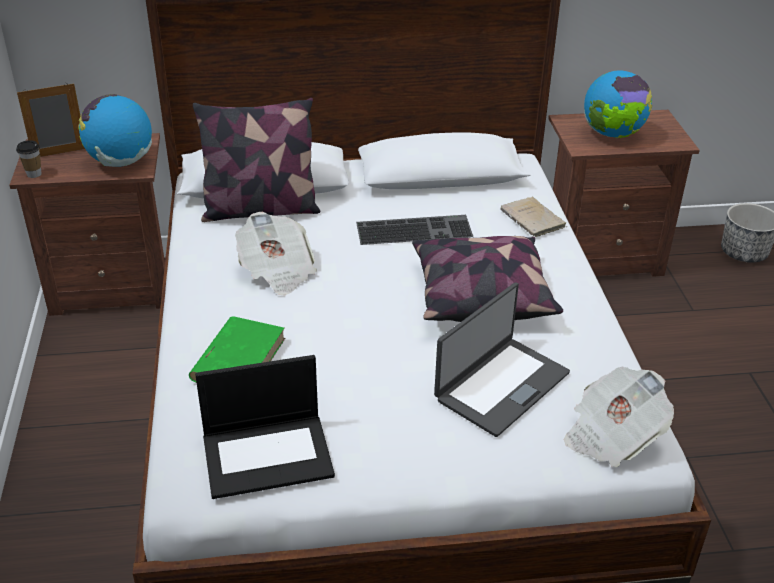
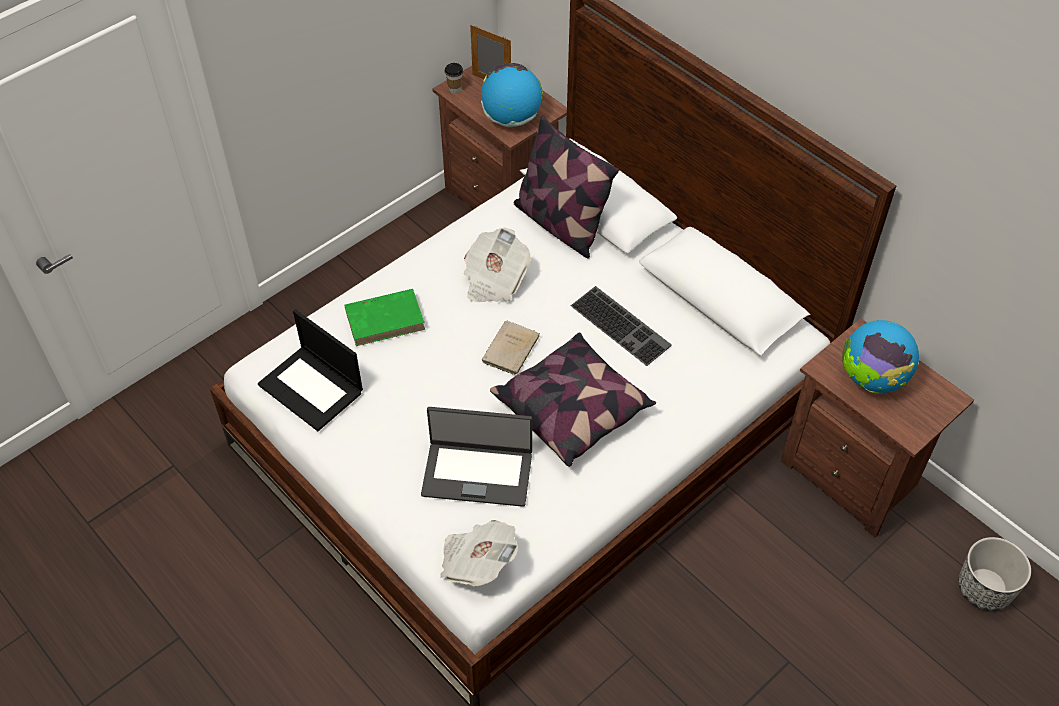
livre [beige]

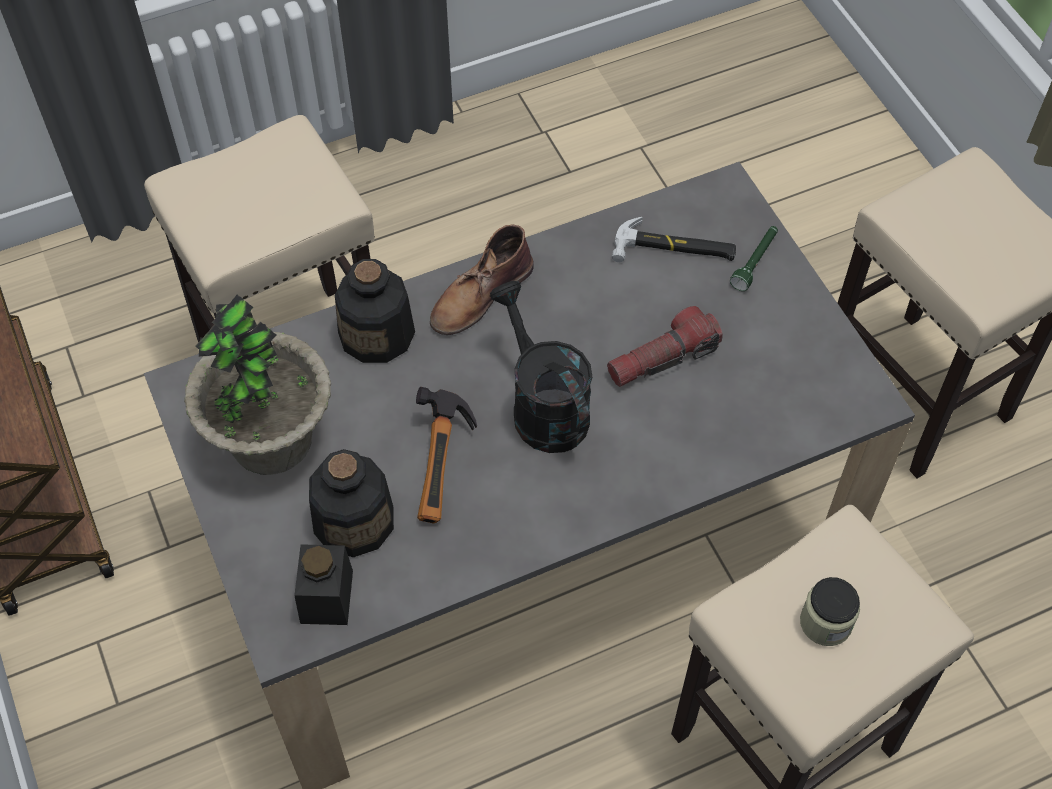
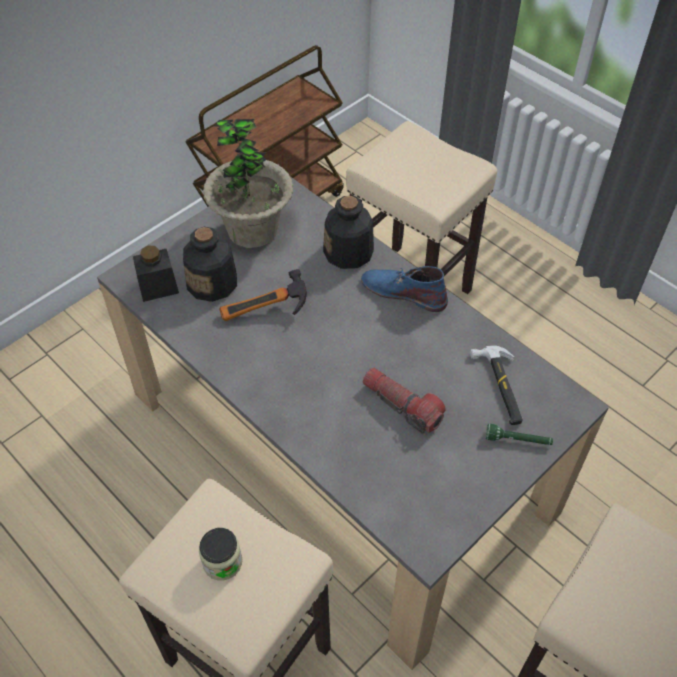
botte [bleu]; arrosoir [noir]

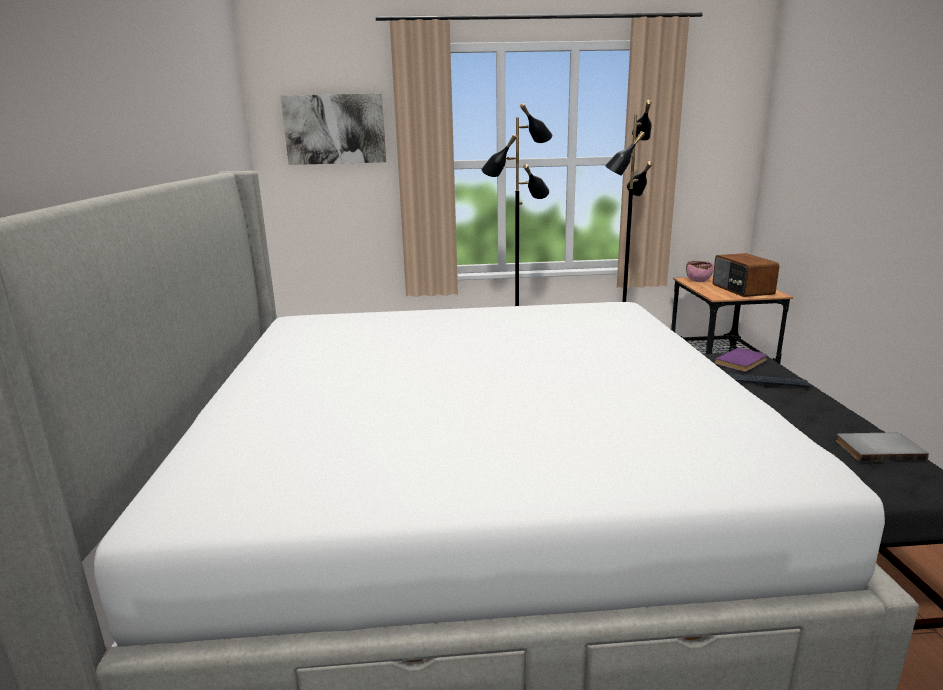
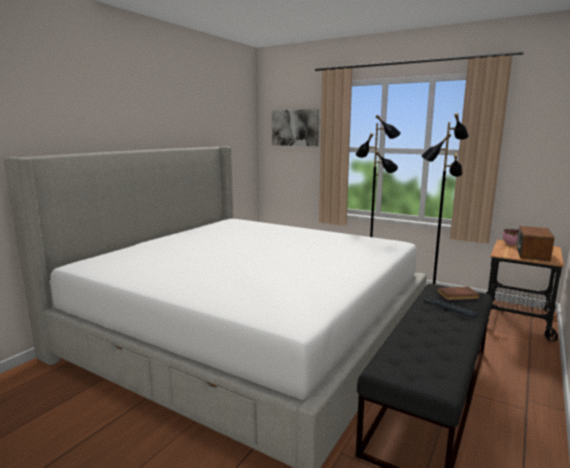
livre [marron]; livre [gris]

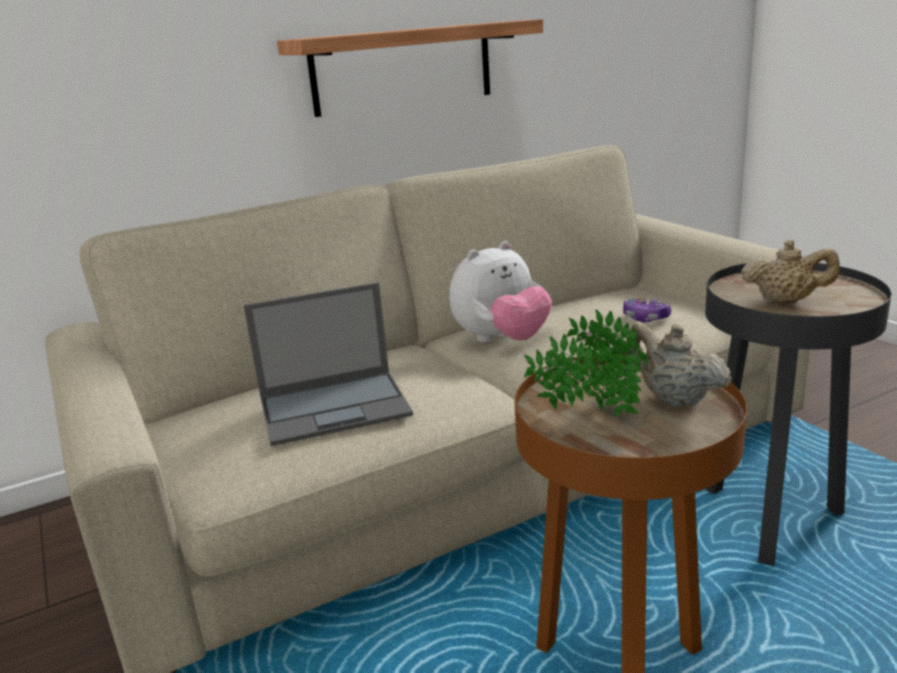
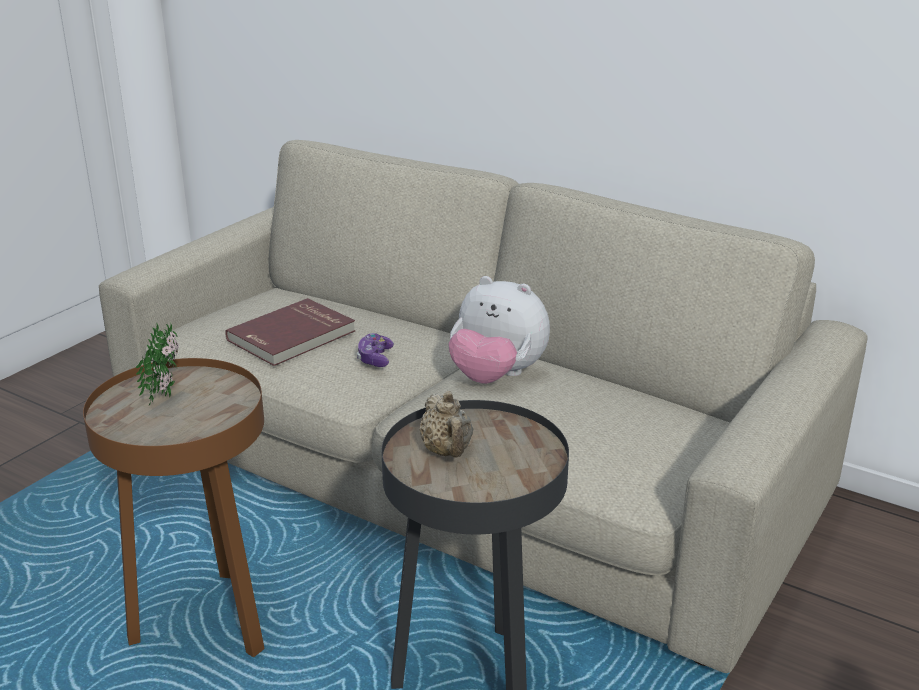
livre [rouge]; manette; étagère; théière [beige] (no. 1 from left in the first image)

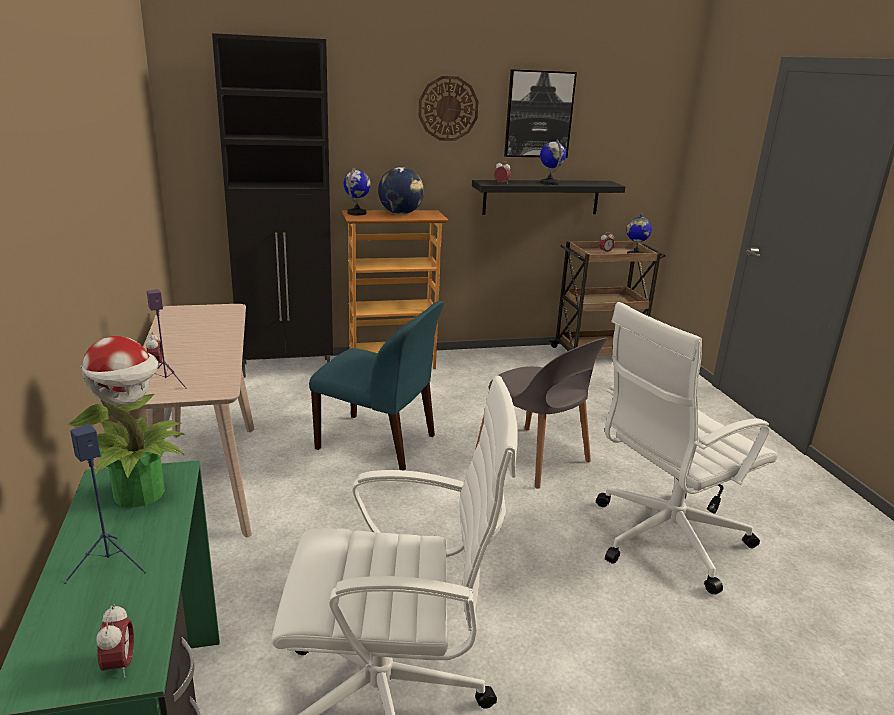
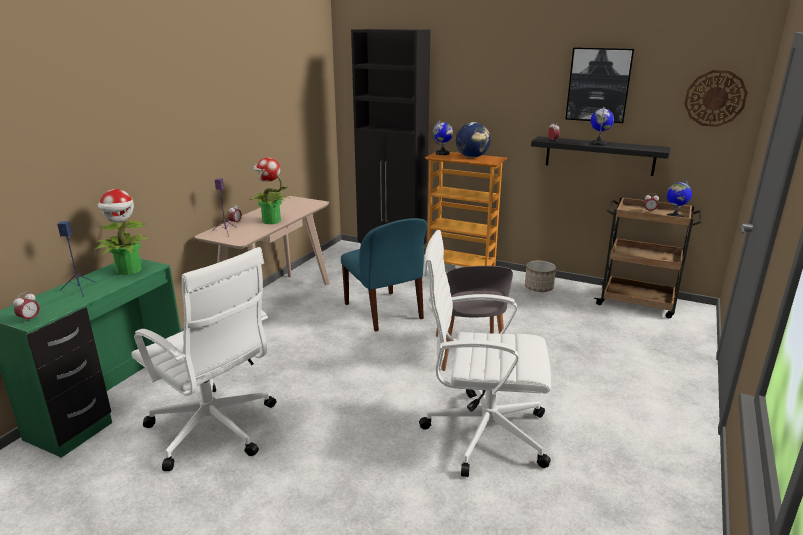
plante en pot (no. 2 from left); cache-pot; horloge murale

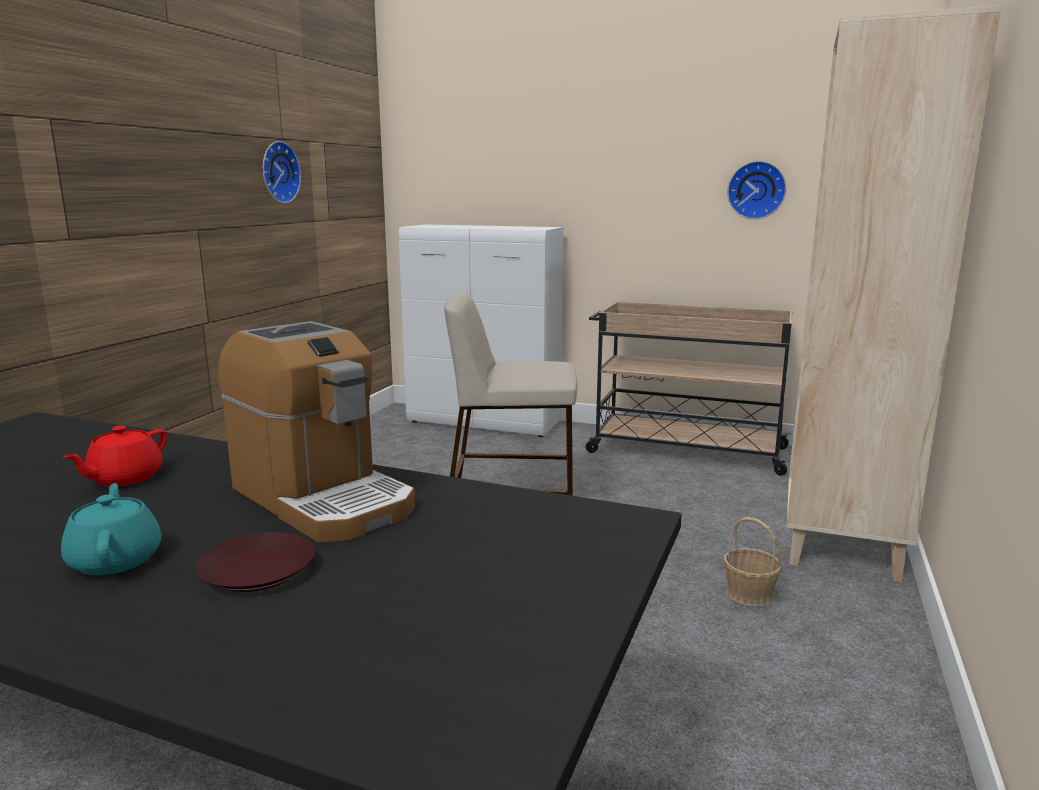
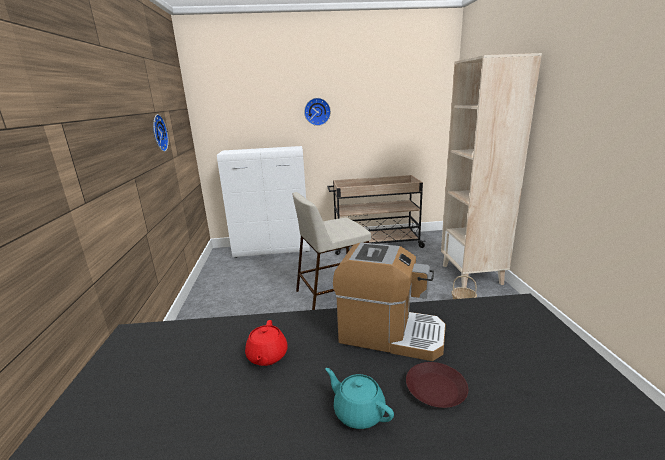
horloge murale (no. 2 from left)

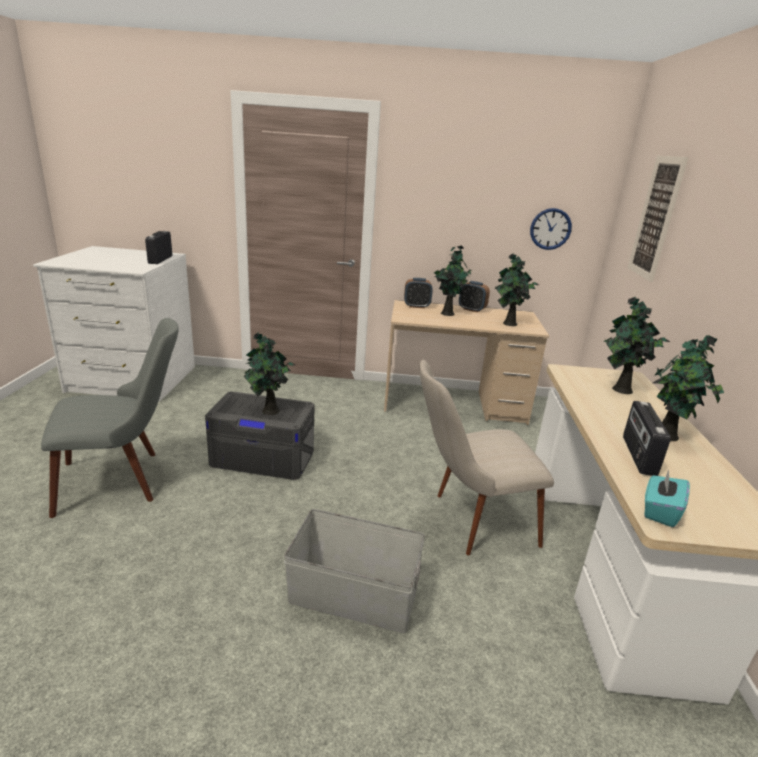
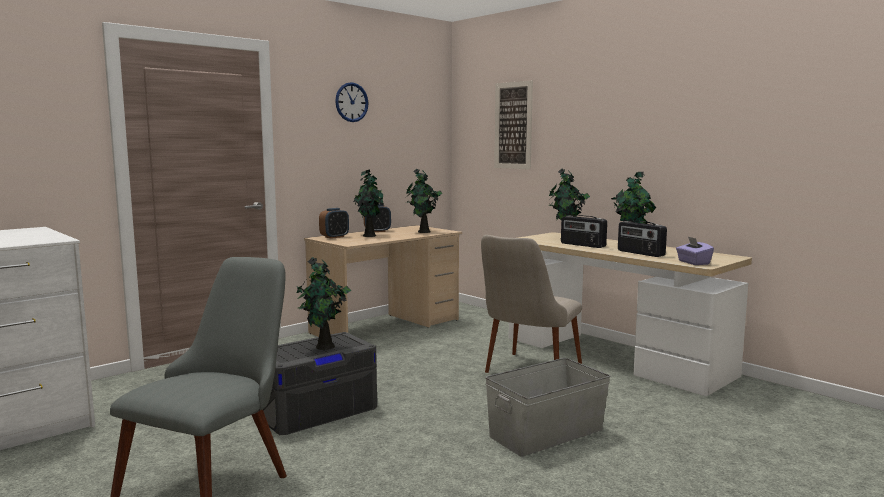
horloge murale; radio (no. 1 from left); boîte à mouchoirs [violet]

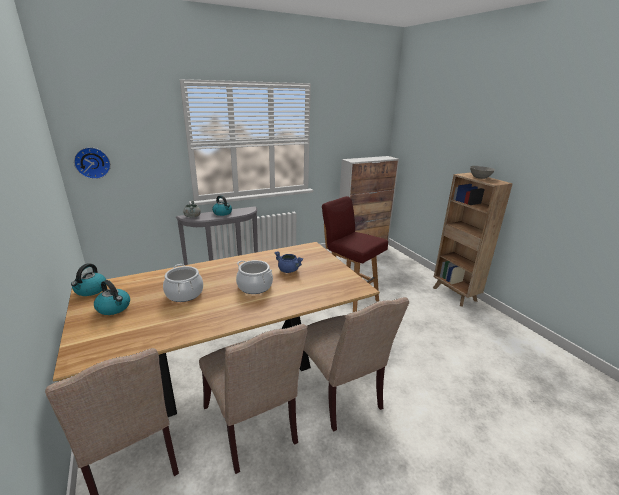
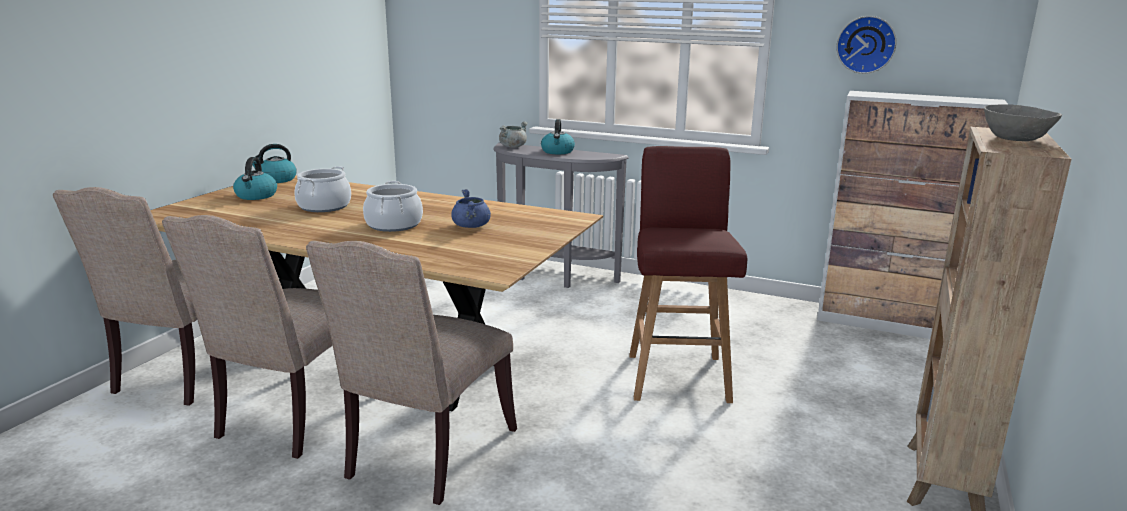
horloge murale

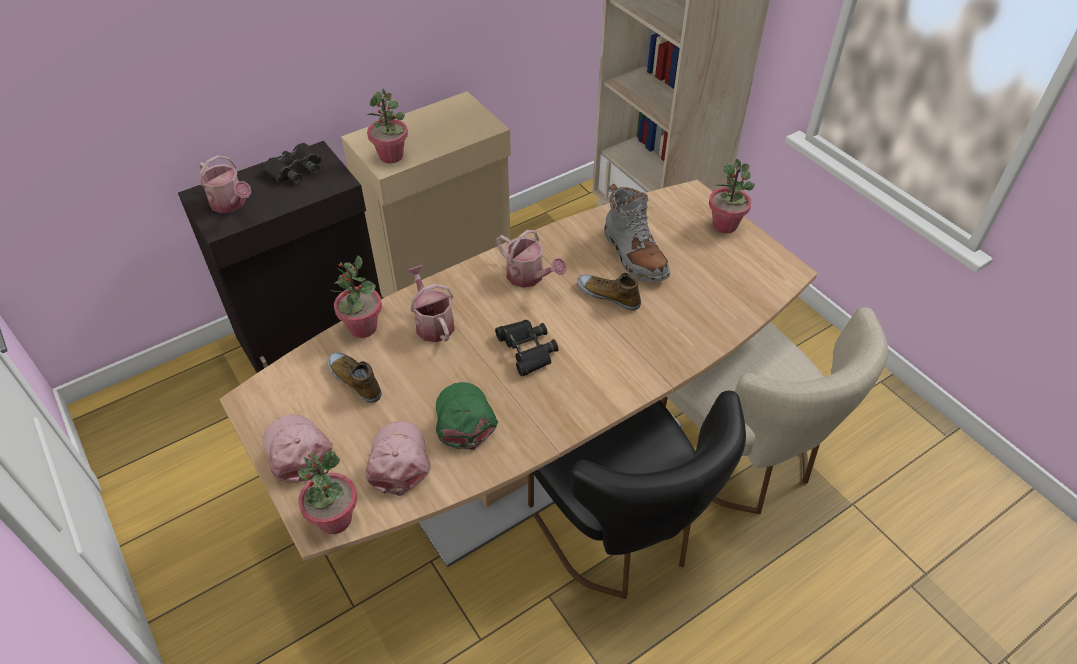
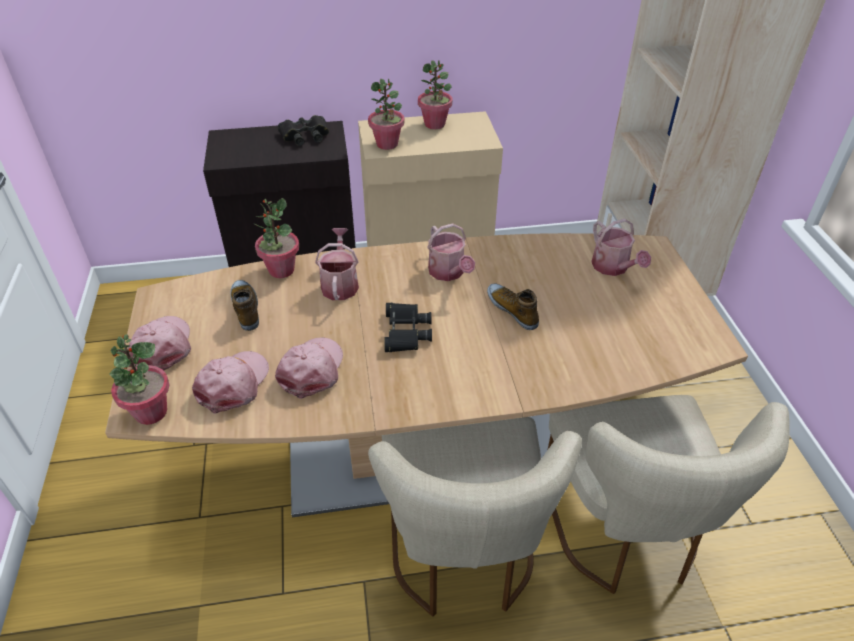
casquette [rose] (no. 3 from left); chaise [beige] (no. 1 from left); plante en pot (no. 4 from left); arrosoir (no. 3 from left); botte [gris]

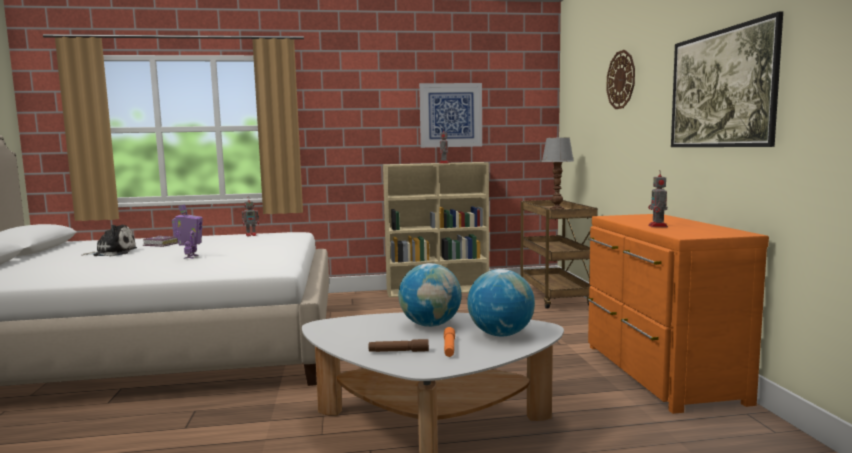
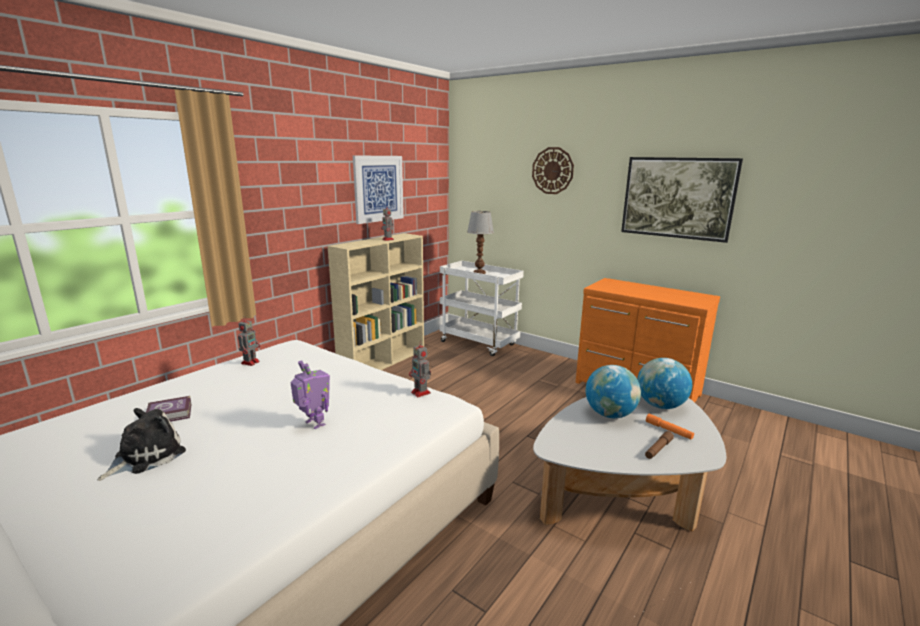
robot jouet (no. 4 from left); chariot [blanc]

